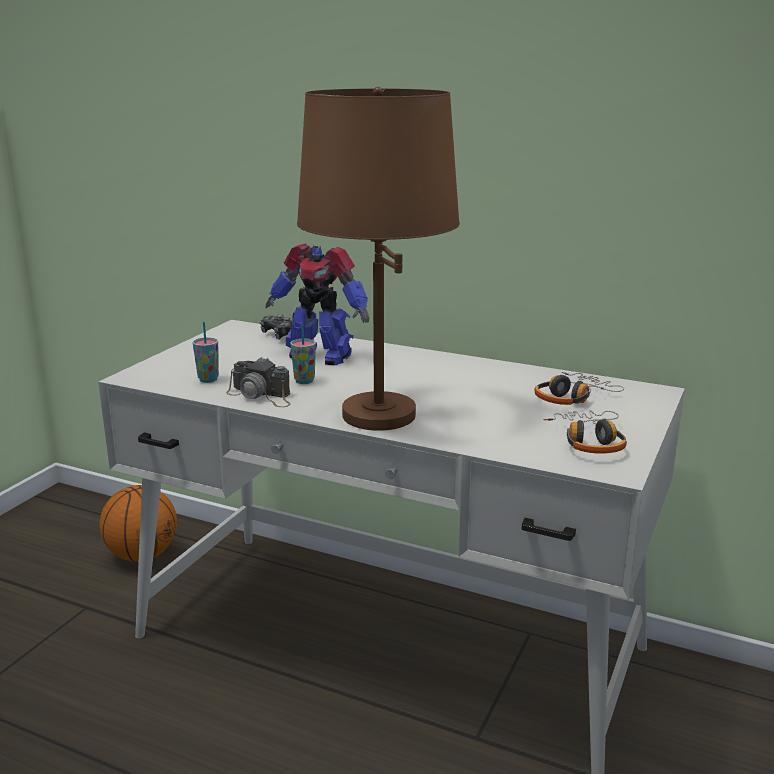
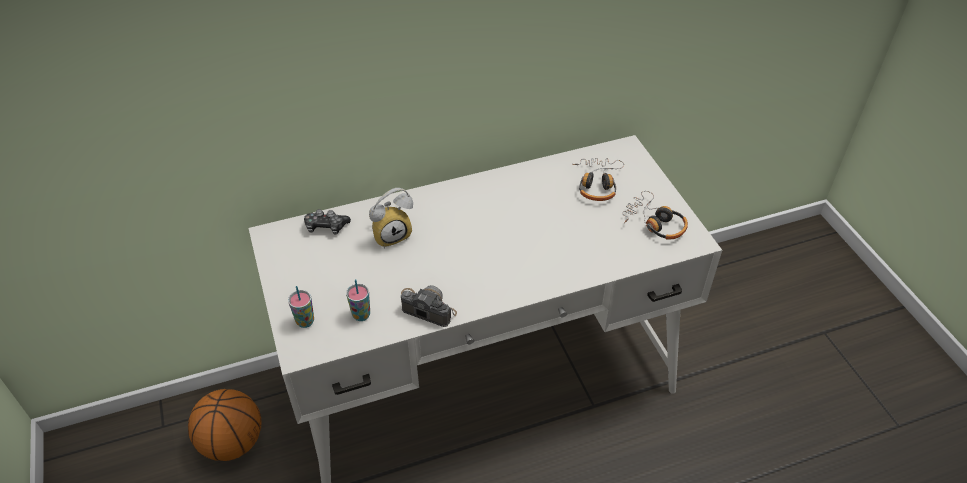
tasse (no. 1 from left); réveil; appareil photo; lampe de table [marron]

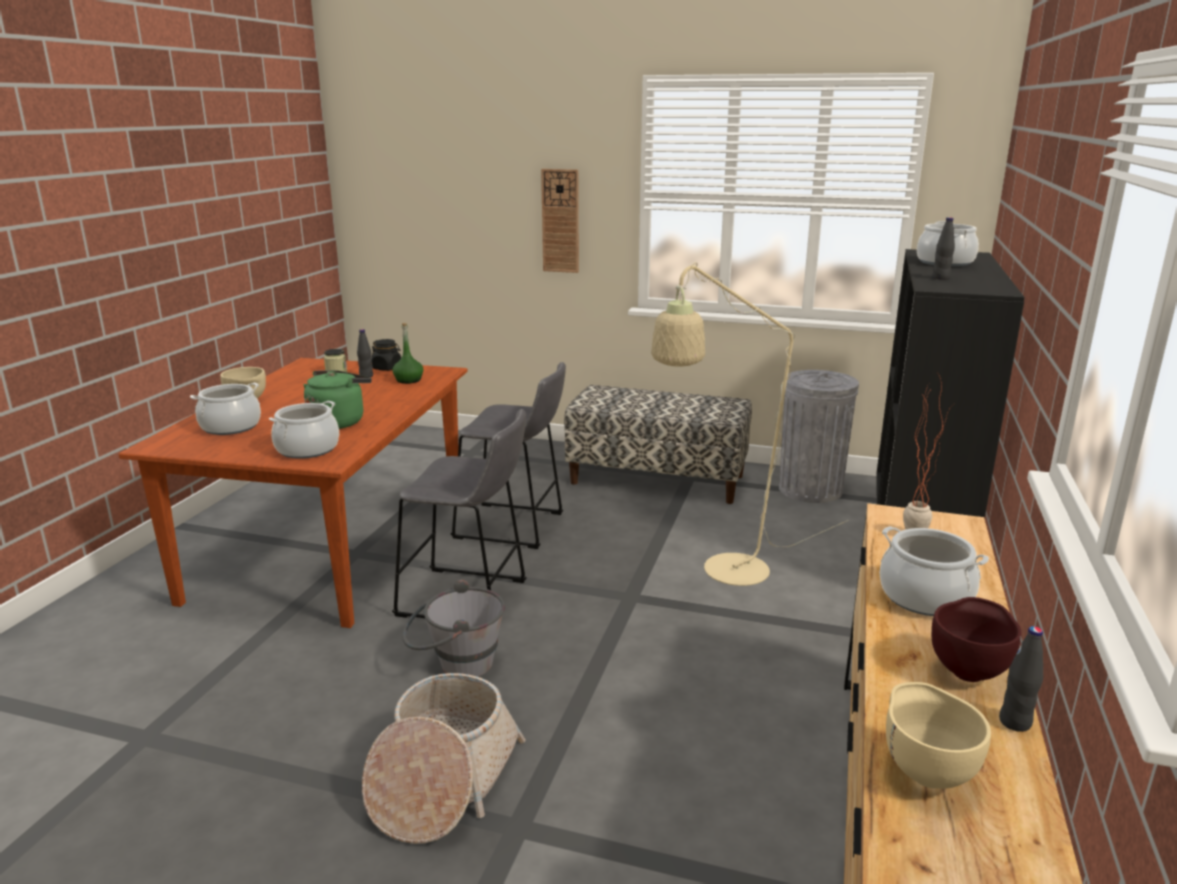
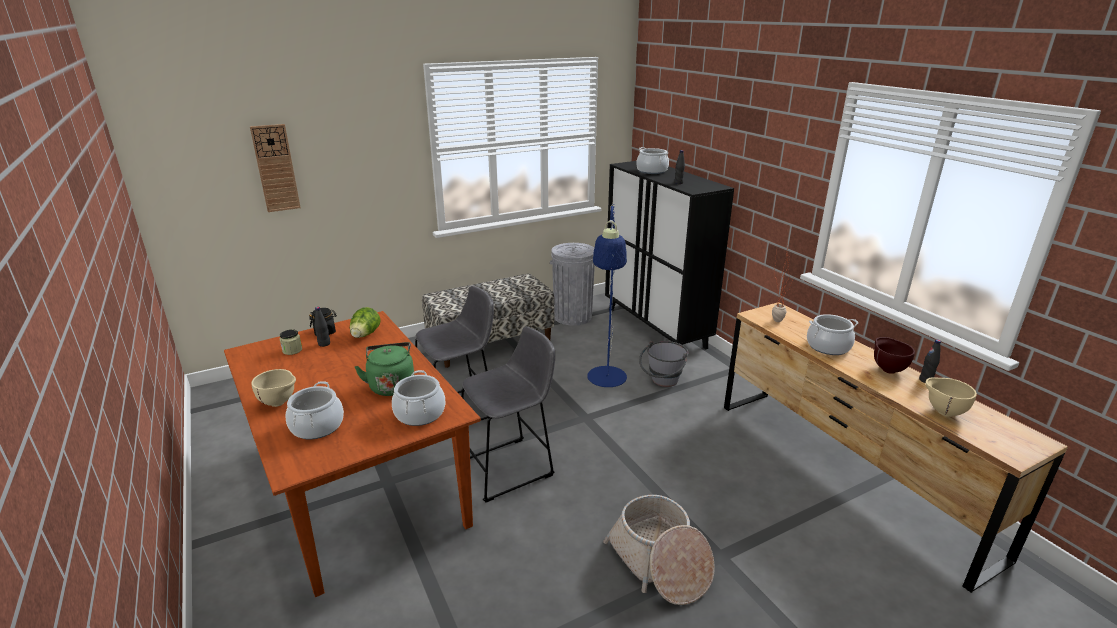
horloge murale; laitue; lampadaire [bleu]; seau [gris]

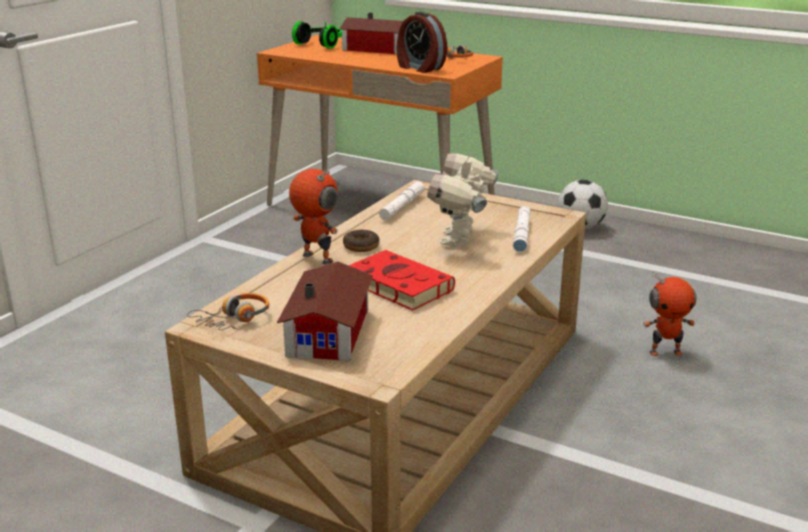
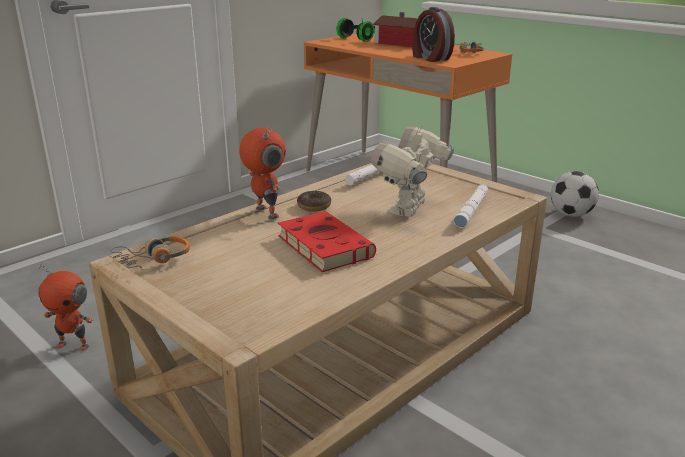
robot jouet (no. 1 from left); maison miniature (no. 1 from left in the first image)

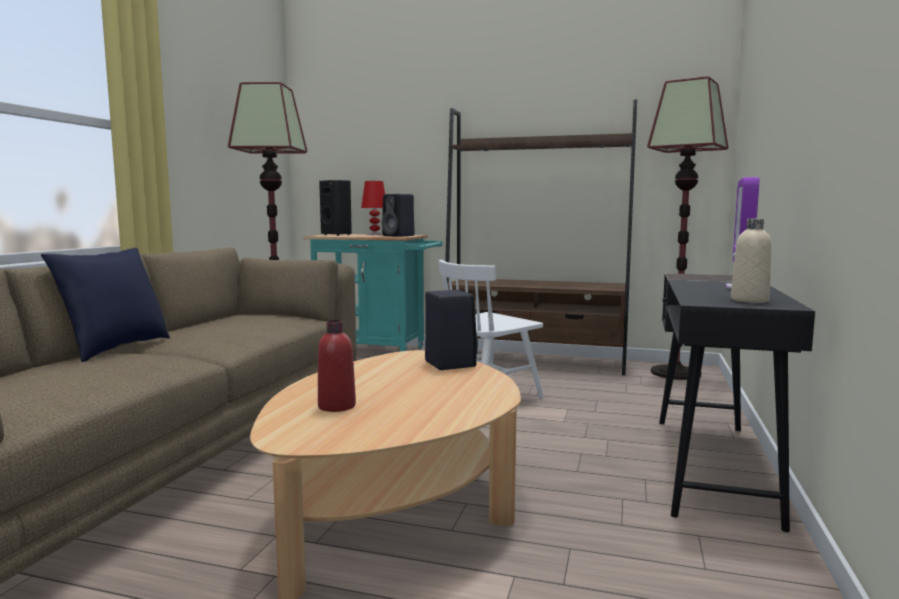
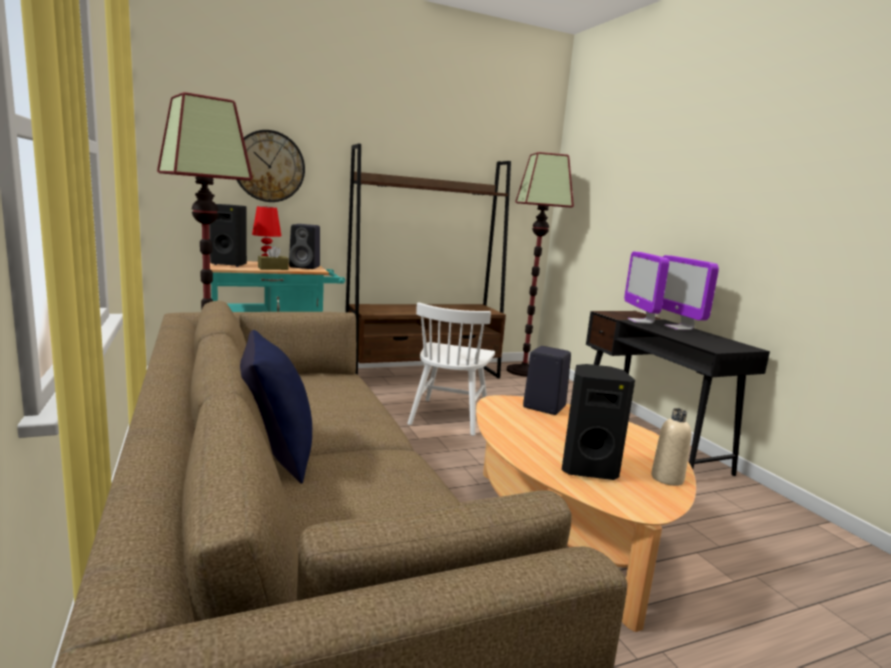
horloge murale; boîte à mouchoirs [marron]; enceinte [noir] (no. 4 from left); écran d'ordinateur (no. 1 from left); bouteille [beige]

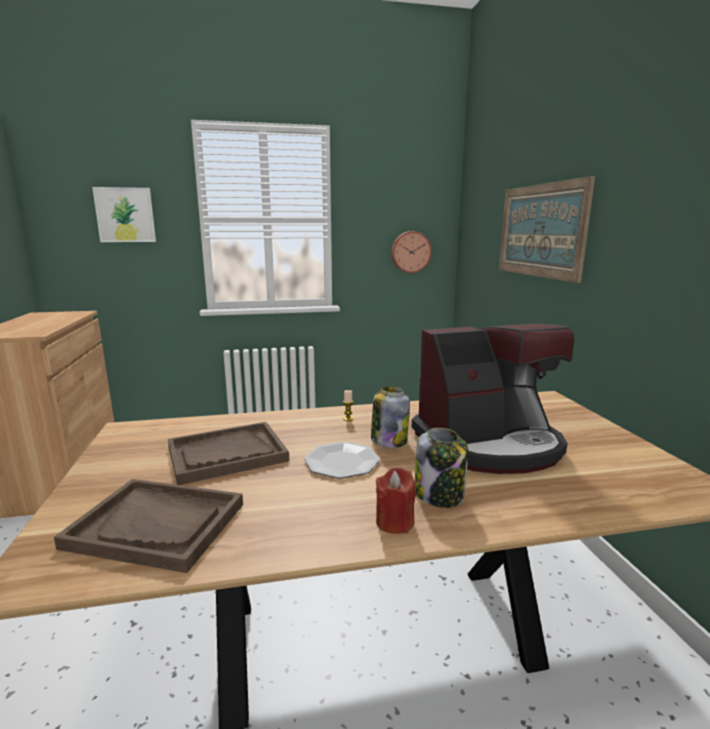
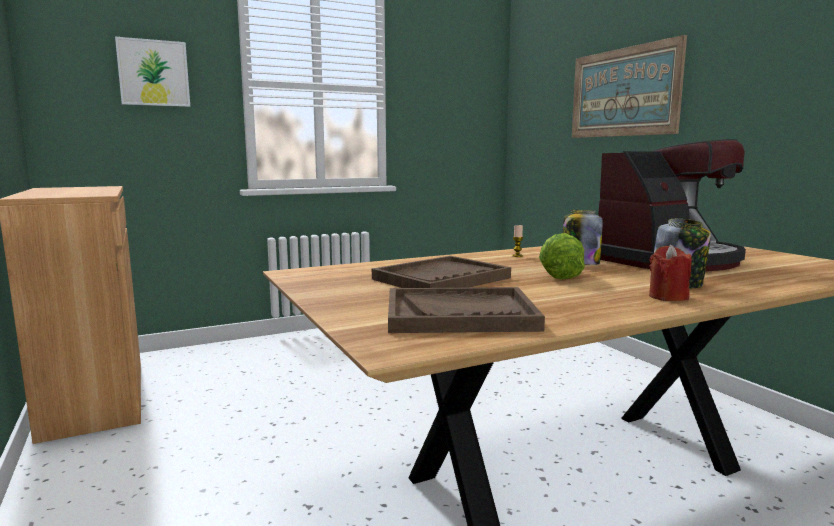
laitue; horloge murale

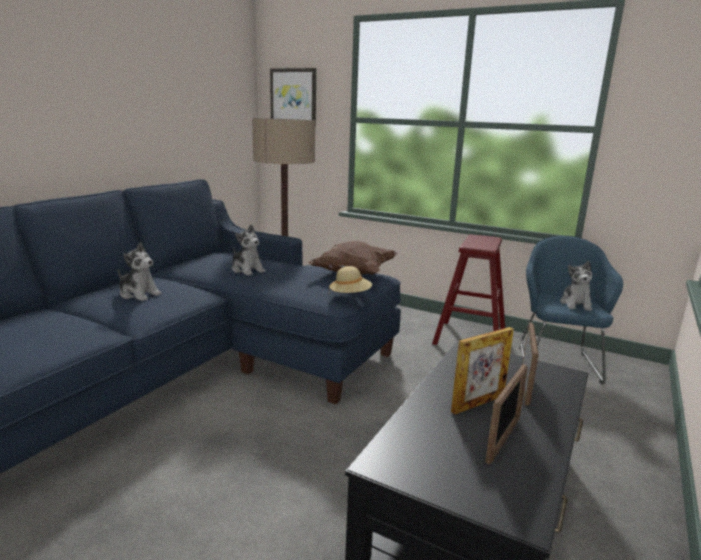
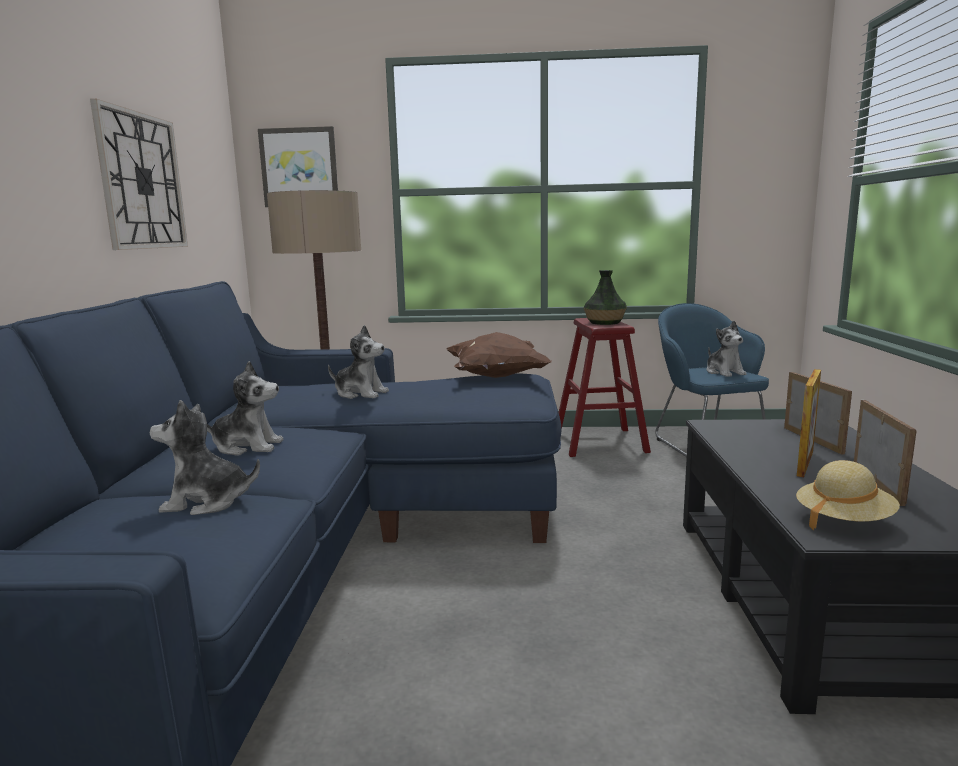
horloge murale; peluche (no. 1 from left); vase; chapeau [beige]

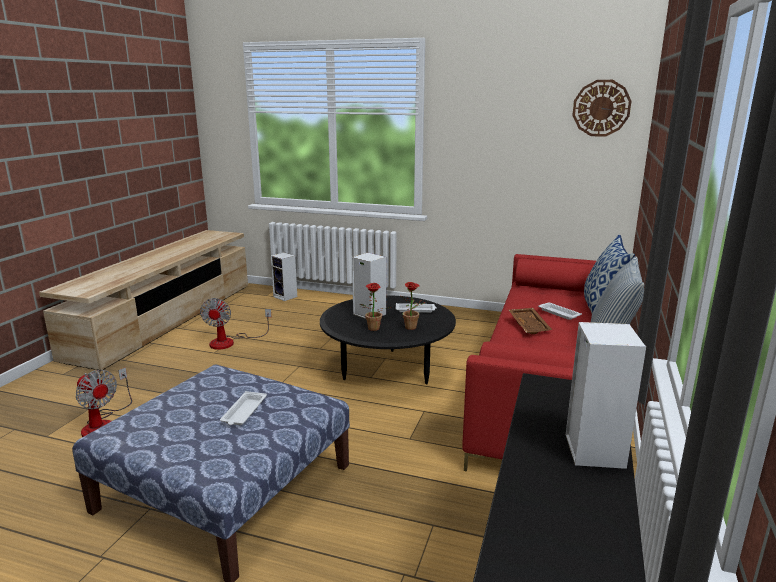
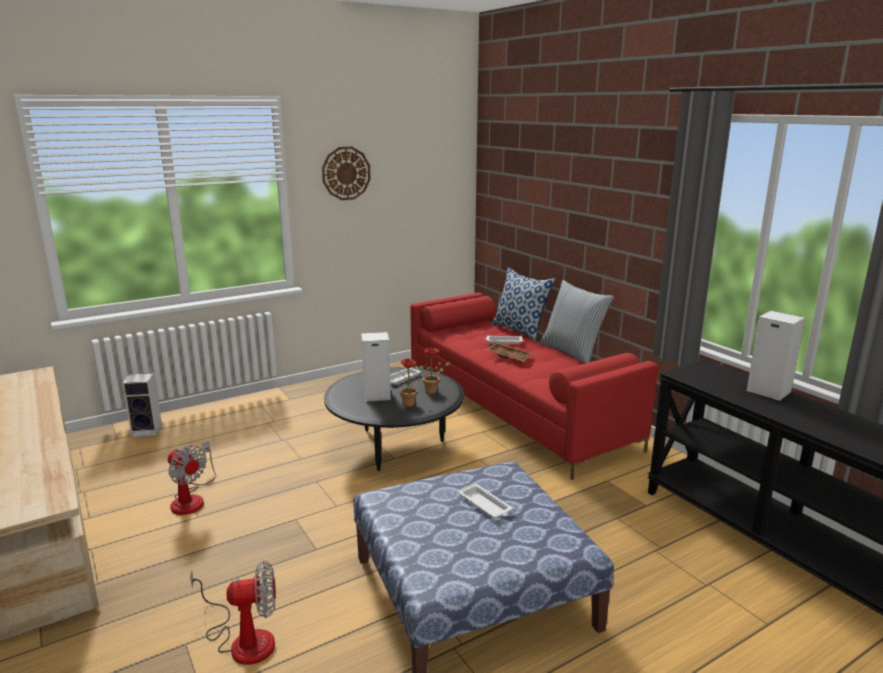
horloge murale

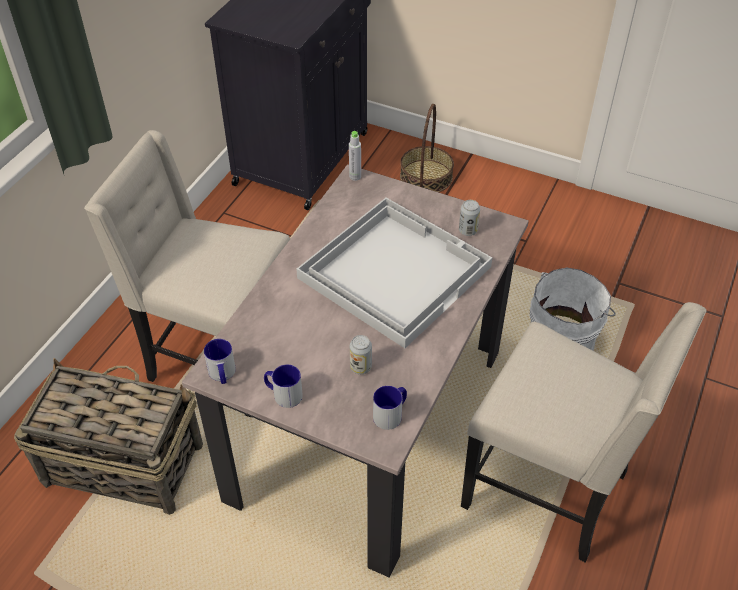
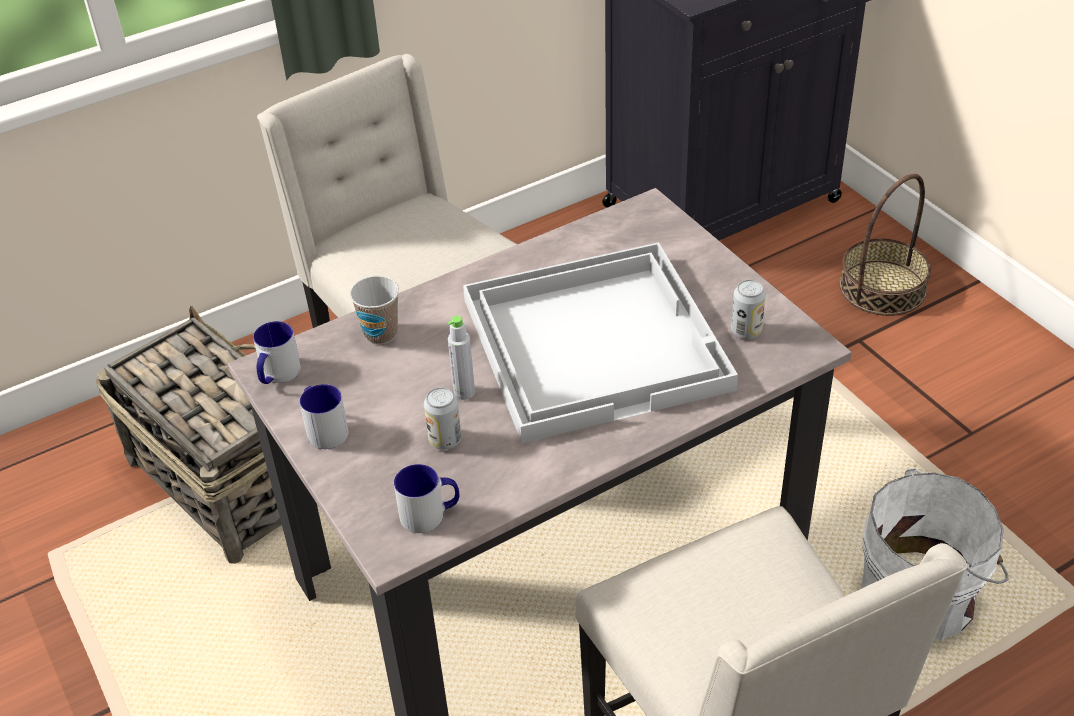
tasse; bouteille [gris]

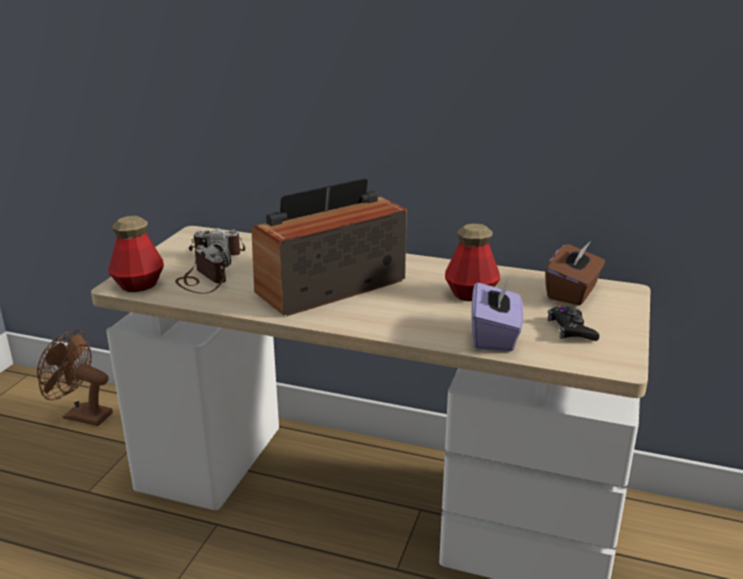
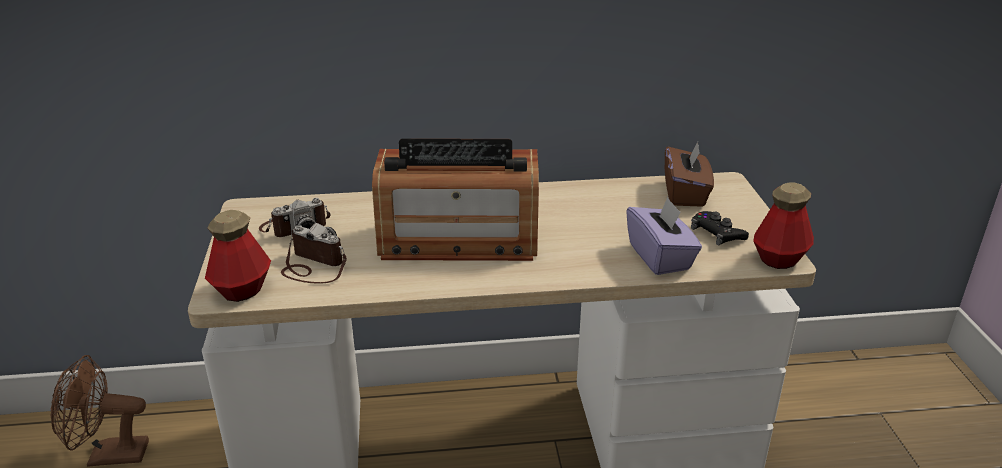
radio; bouteille (no. 2 from left)

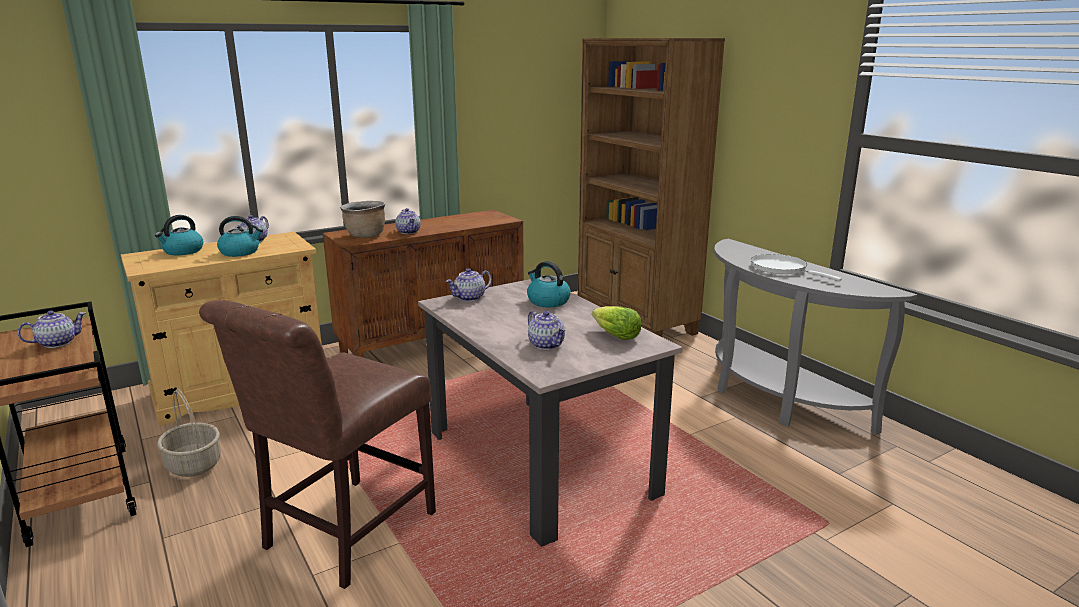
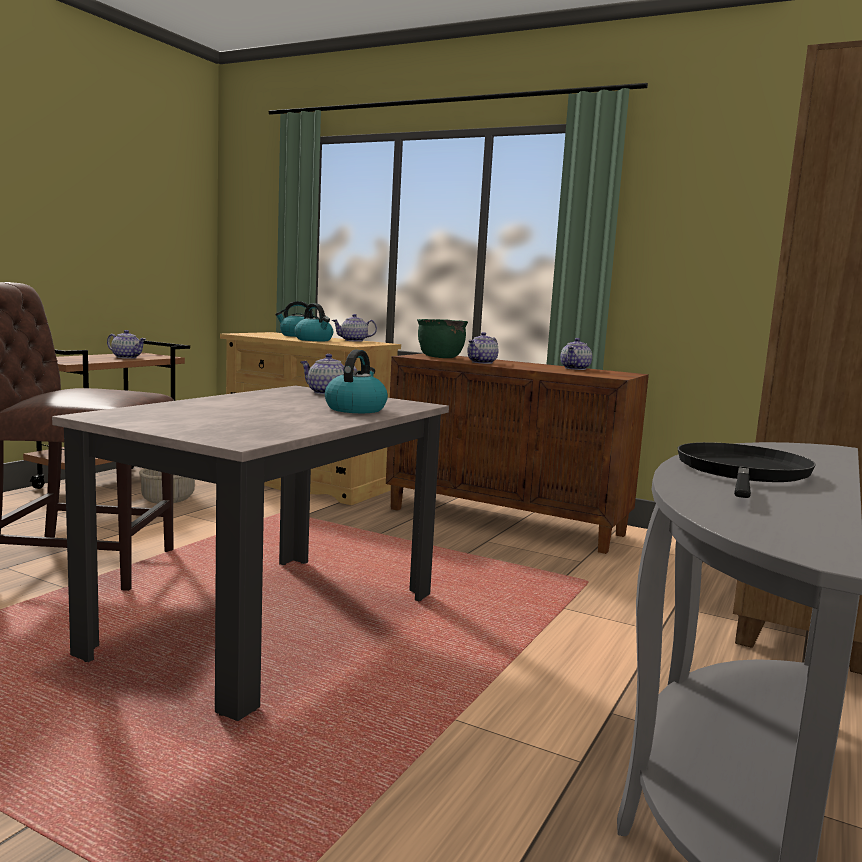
marmite [vert]; théière (no. 5 from left); poêle [noir]; laitue

